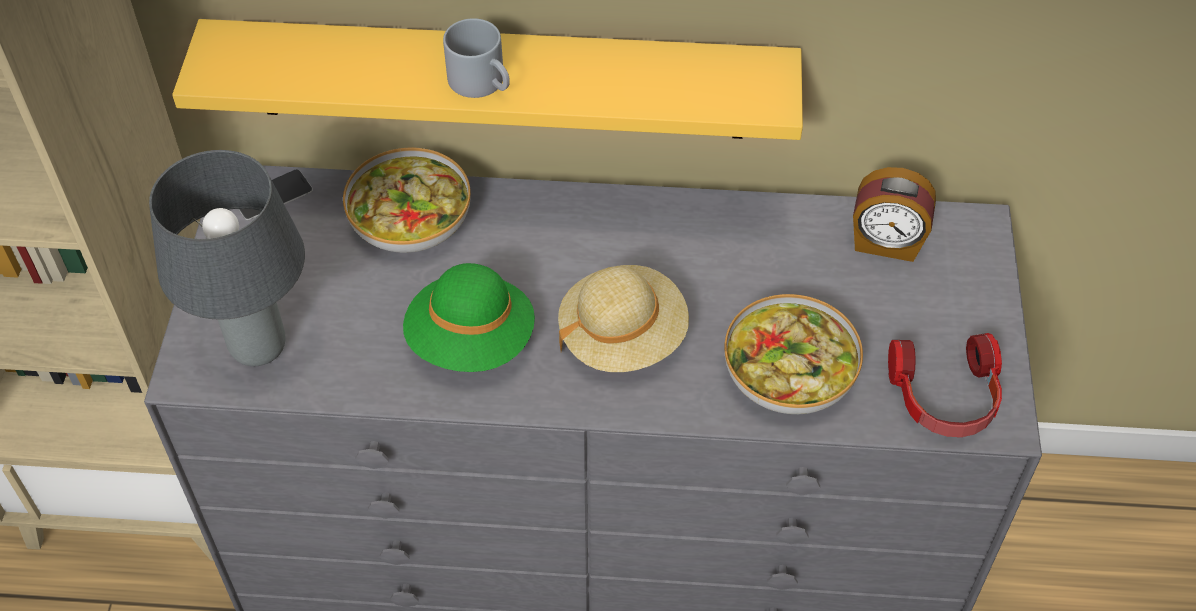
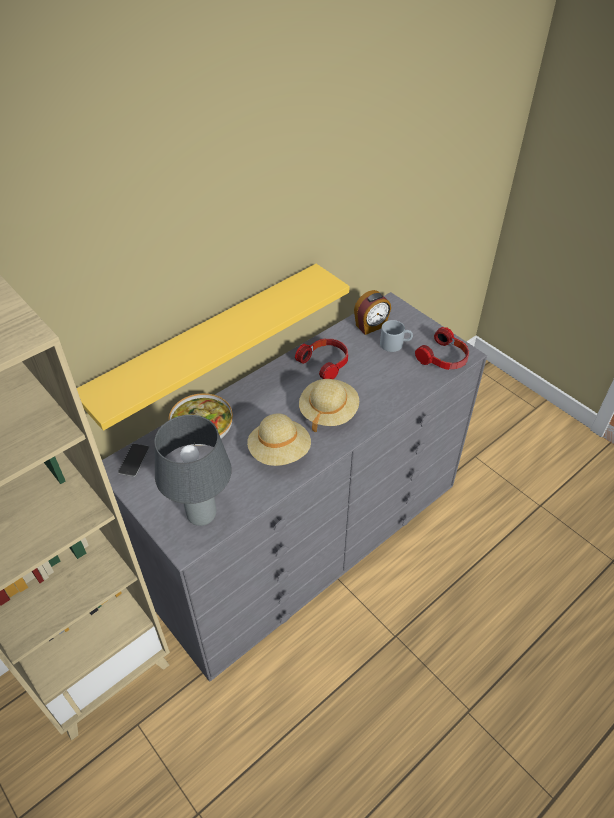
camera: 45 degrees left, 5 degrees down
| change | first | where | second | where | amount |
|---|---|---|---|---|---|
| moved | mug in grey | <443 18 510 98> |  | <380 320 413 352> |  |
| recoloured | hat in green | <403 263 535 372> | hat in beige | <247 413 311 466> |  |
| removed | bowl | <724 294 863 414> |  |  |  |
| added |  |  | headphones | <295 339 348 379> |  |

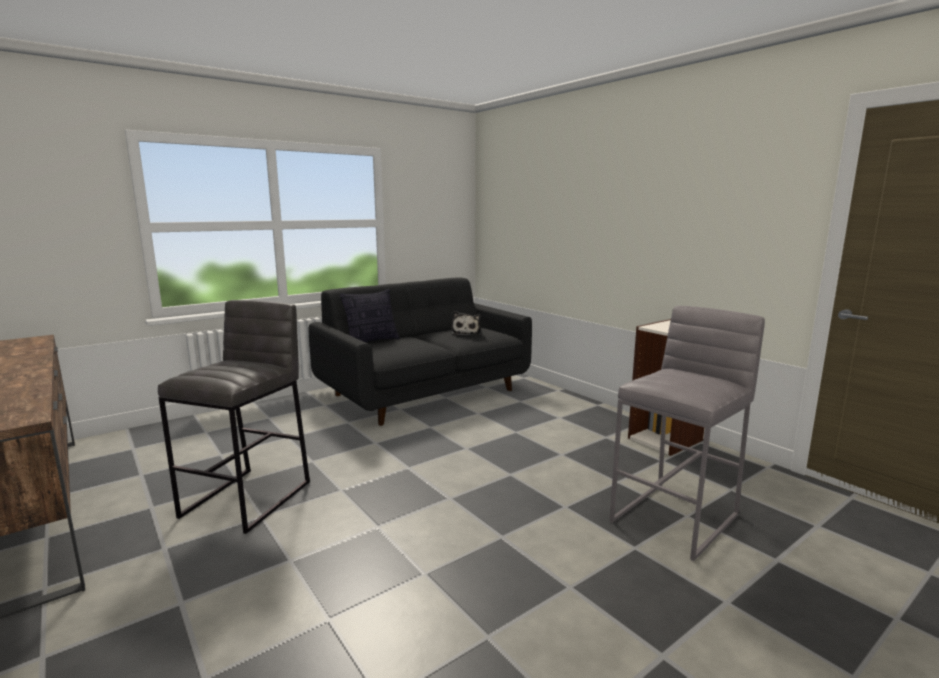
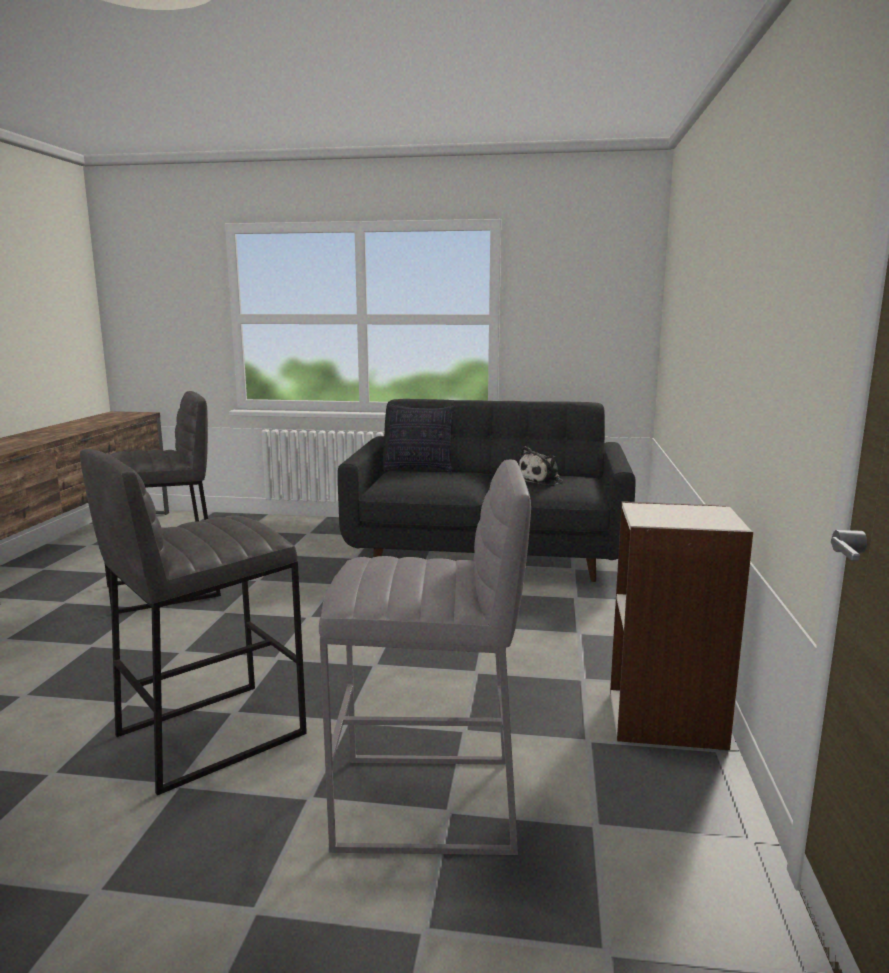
camera: 45 degrees right, 0 degrees up
| change | first | where | second | where | amount |
|---|---|---|---|---|---|
| added |  |  | stool in grey | <80 449 307 795> |  |

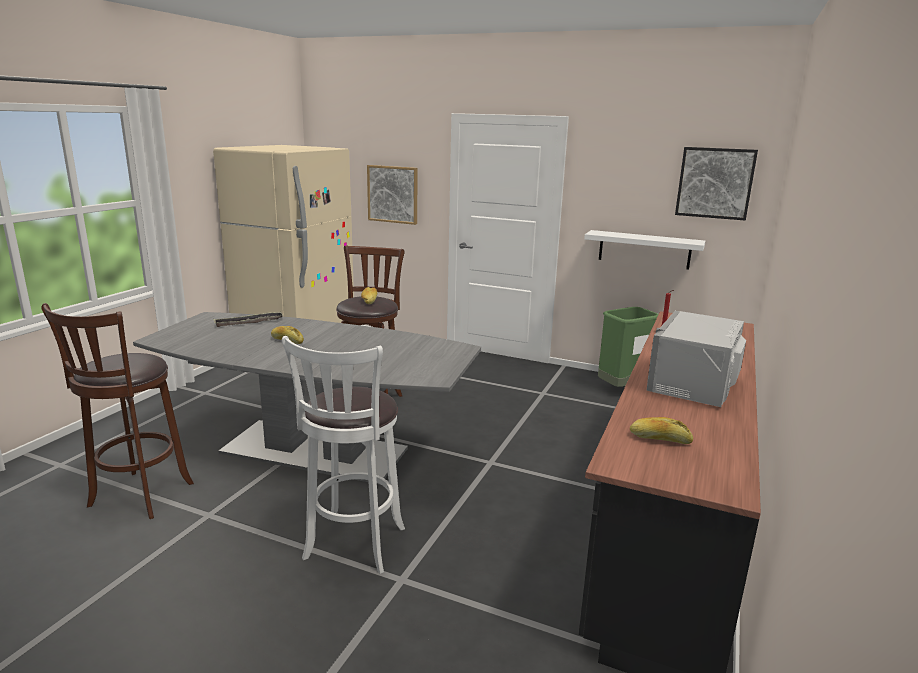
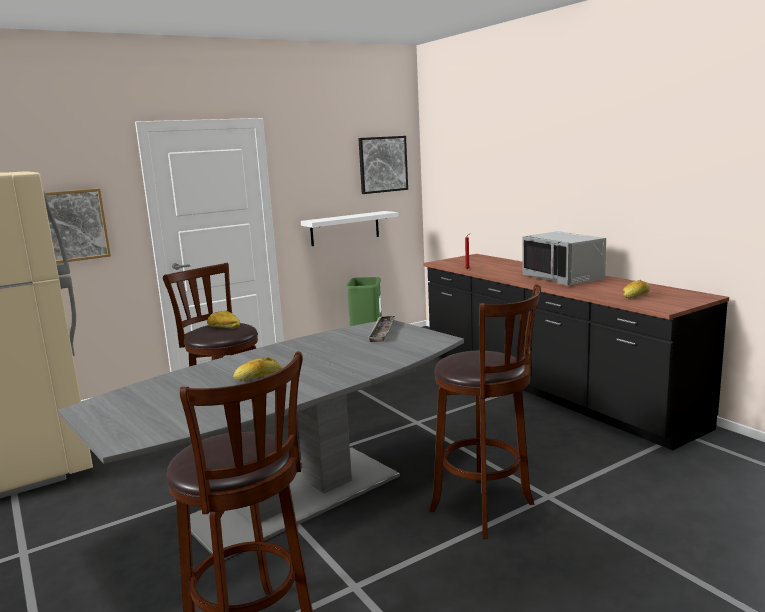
camera: 55 degrees left, 5 degrees down
| change | first | where | second | where | amount |
|---|---|---|---|---|---|
| moved | tray | <213 312 283 327> |  | <368 315 396 342> |  |
| recoloured | stool in white | <282 336 405 574> | stool in brown | <429 284 541 539> |  |

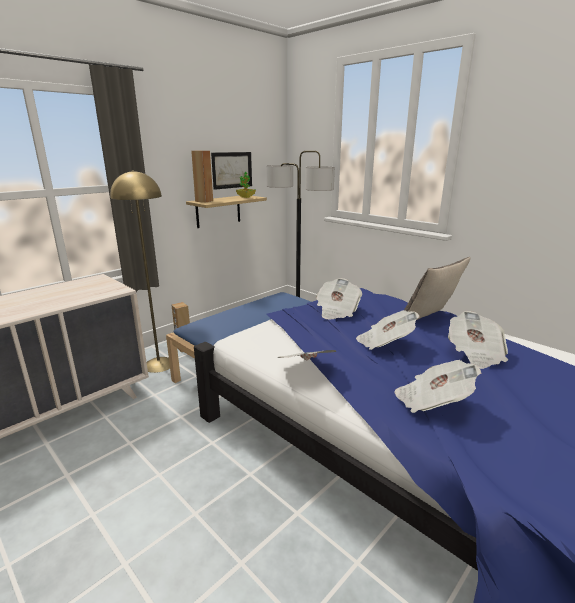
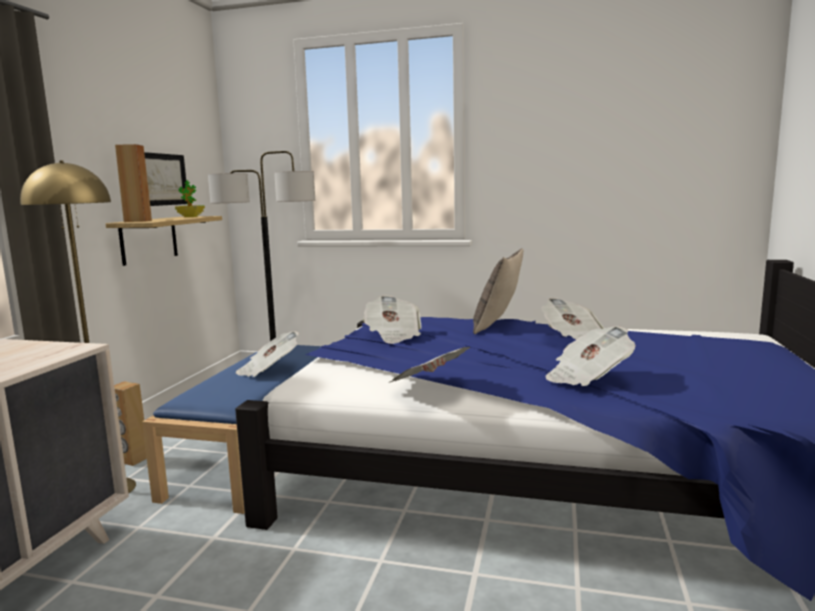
camera: 30 degrees left, 10 degrees down
| change | first | where | second | where | amount |
|---|---|---|---|---|---|
| moved | newspaper | <356 310 420 350> |  | <236 331 299 377> |  |

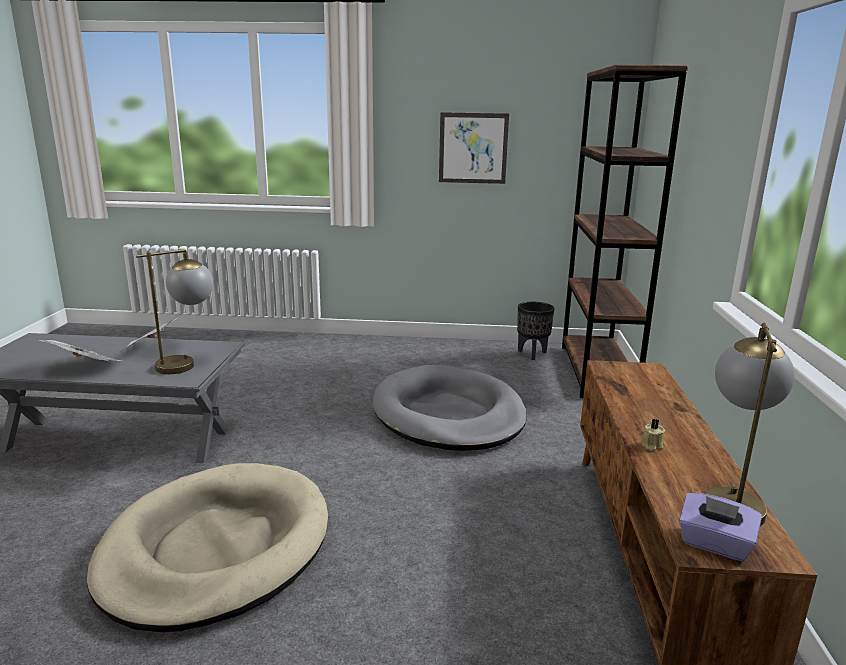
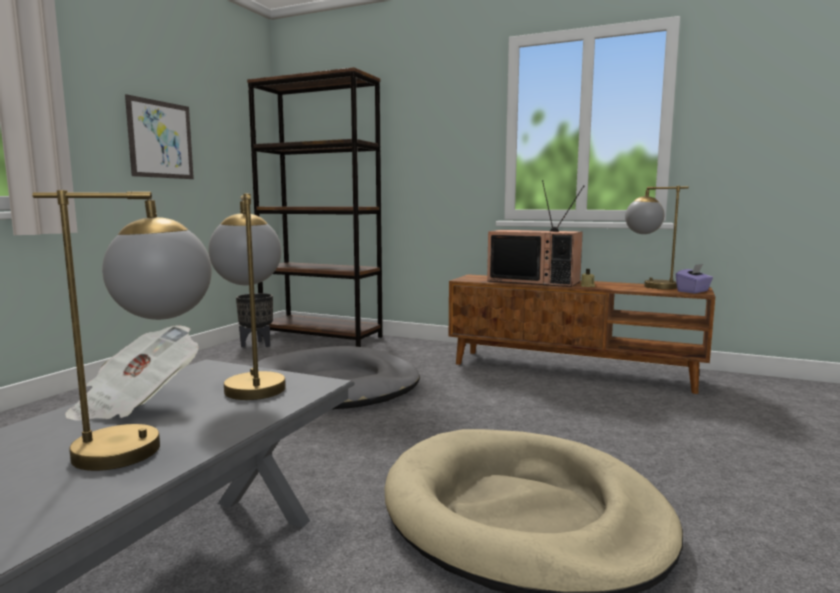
camera: 70 degrees left, 10 degrees down
| change | first | where | second | where | amount |
|---|---|---|---|---|---|
| replaced | newspaper | <39 340 122 361> | table lamp | <32 190 212 471> |  |
| added |  |  | television | <487 180 584 287> |  |

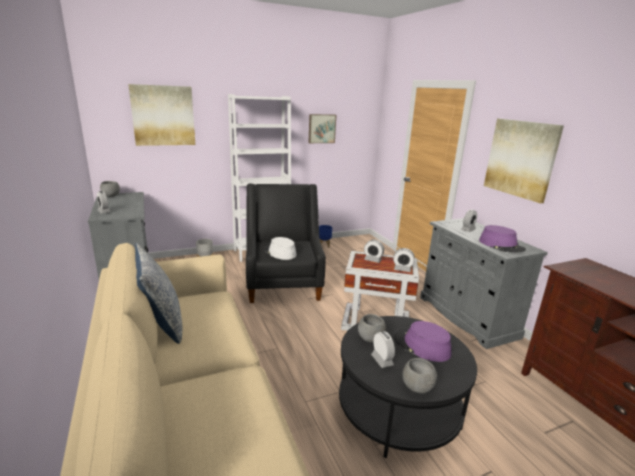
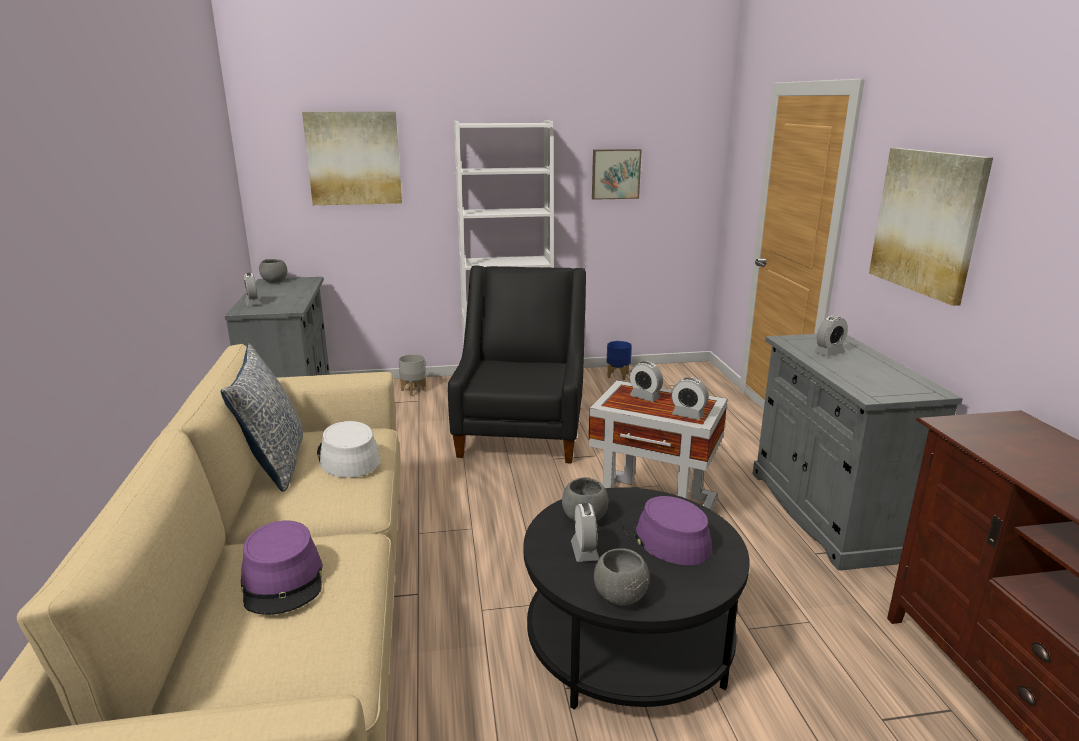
camera: 15 degrees right, 0 degrees up
| change | first | where | second | where | amount |
|---|---|---|---|---|---|
| moved | hat in purple | <479 225 526 252> |  | <240 521 323 615> |  |
| moved | hat in white | <264 237 296 260> |  | <317 421 381 478> |  |

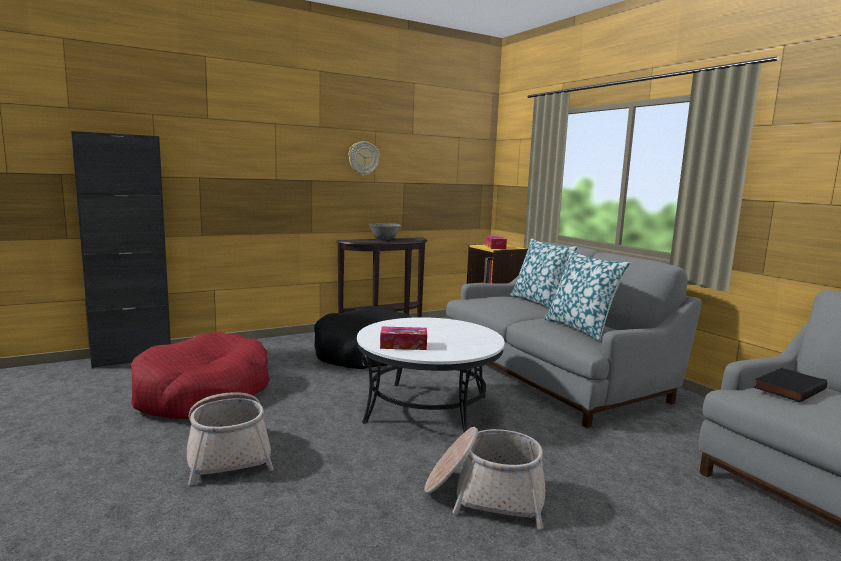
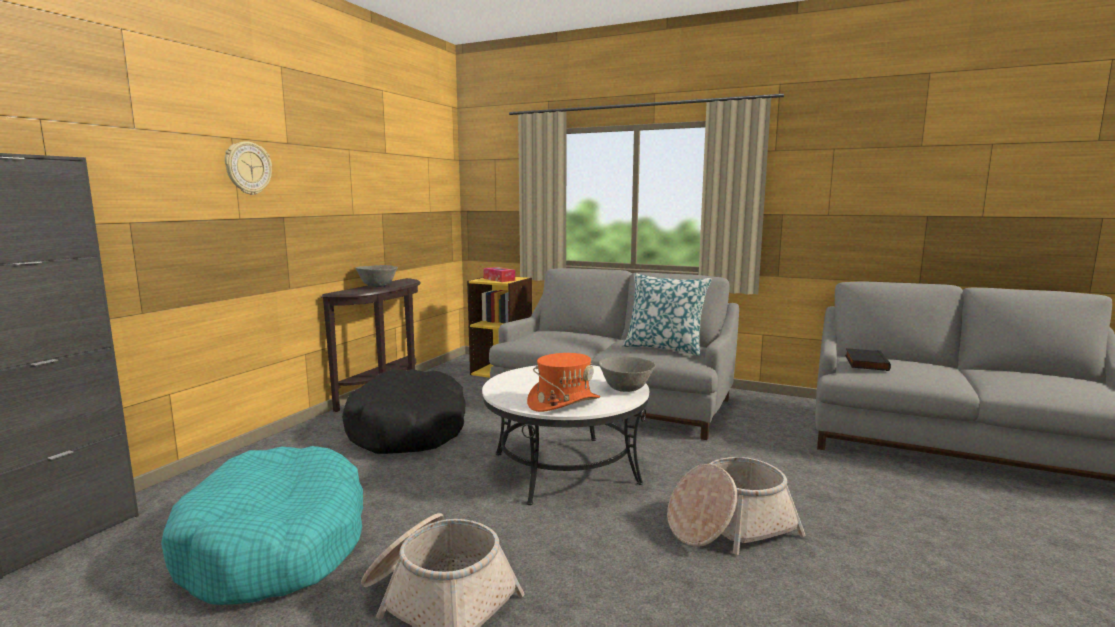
camera: 35 degrees left, 0 degrees up
| change | first | where | second | where | amount |
|---|---|---|---|---|---|
| moved | wall clock | <348 141 380 176> |  | <225 141 272 195> |  |
| removed | pillow | <510 238 578 308> |  |  |  |
| replaced | tissue box | <380 327 427 350> | hat in orange | <527 353 600 412> |  |
| recoloured | dog bed in red | <131 332 270 419> | dog bed in turquoise | <161 446 363 605> |  |
| added |  |  | bowl in grey | <599 356 655 392> |  |

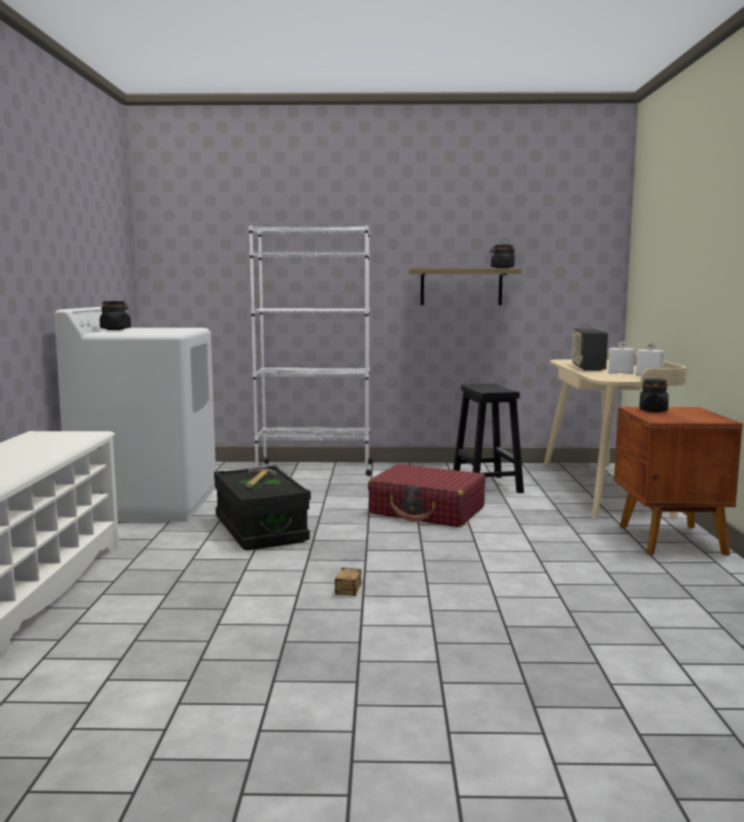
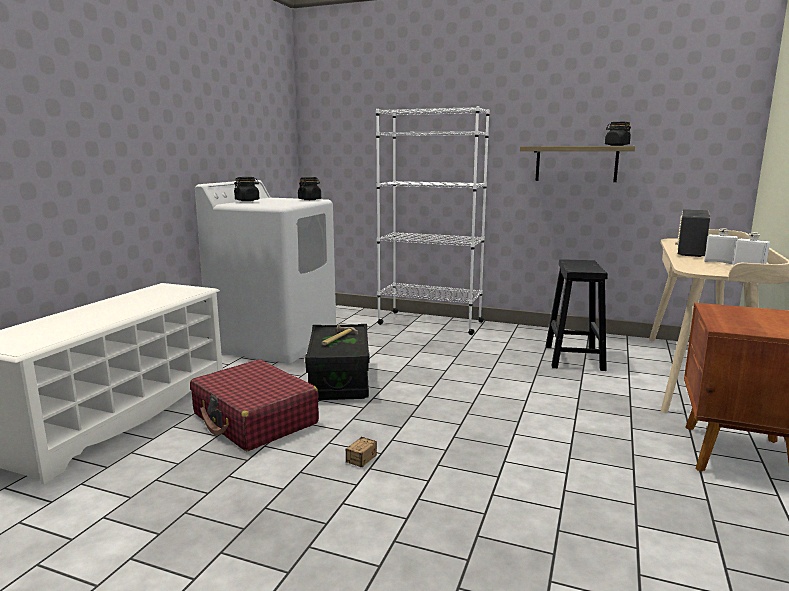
camera: 20 degrees right, 5 degrees up
| change | first | where | second | where | amount |
|---|---|---|---|---|---|
| moved | jar in black | <639 379 669 412> |  | <298 177 321 200> |  |
| moved | suitcase in red | <368 464 485 527> |  | <190 359 319 451> |  |

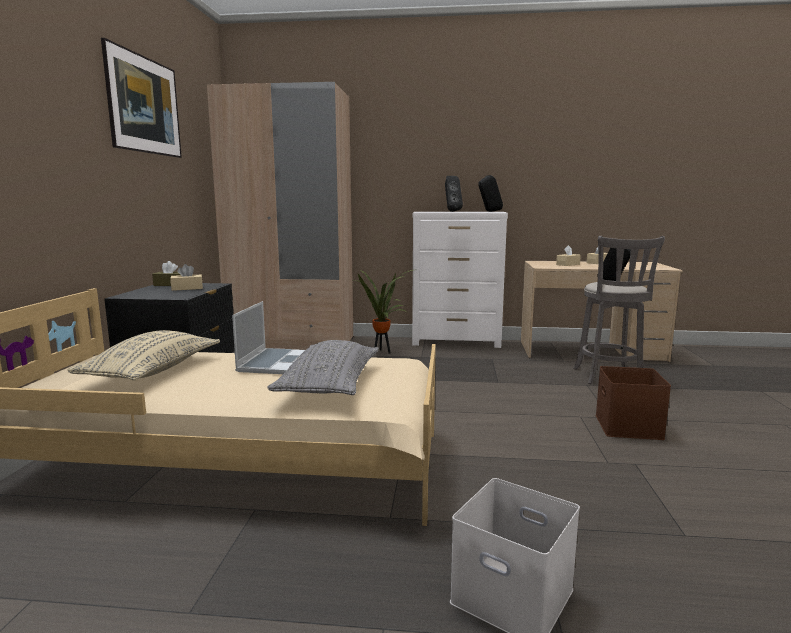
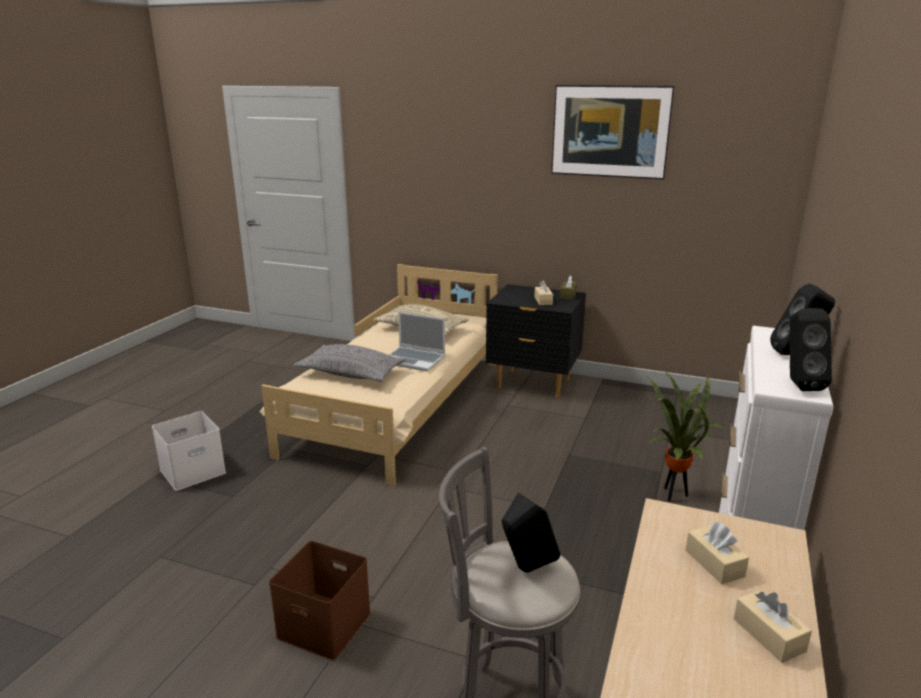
camera: 105 degrees right, 10 degrees up
| change | first | where | second | where | amount |
|---|---|---|---|---|---|
| removed | wardrobe in beige | <207 82 353 350> |  |  |  |

